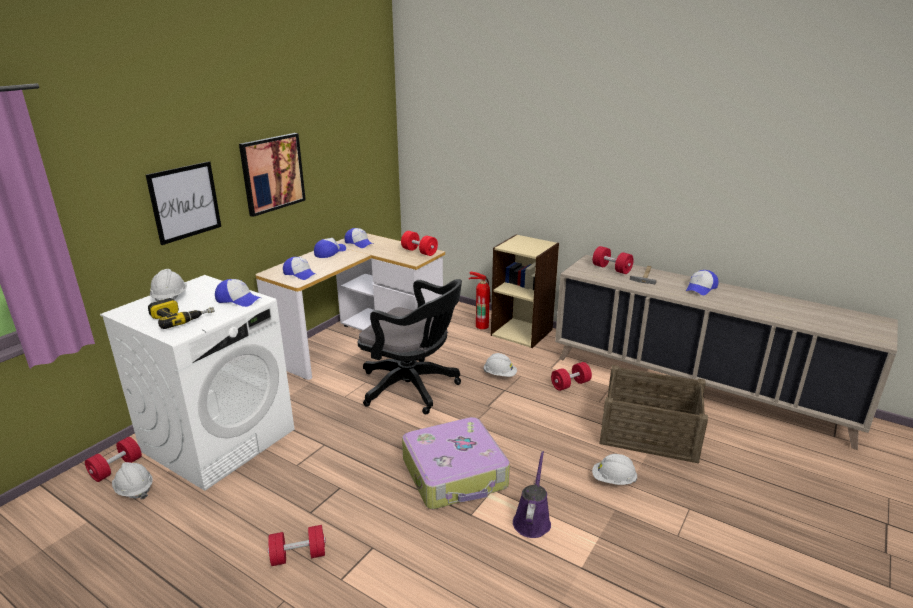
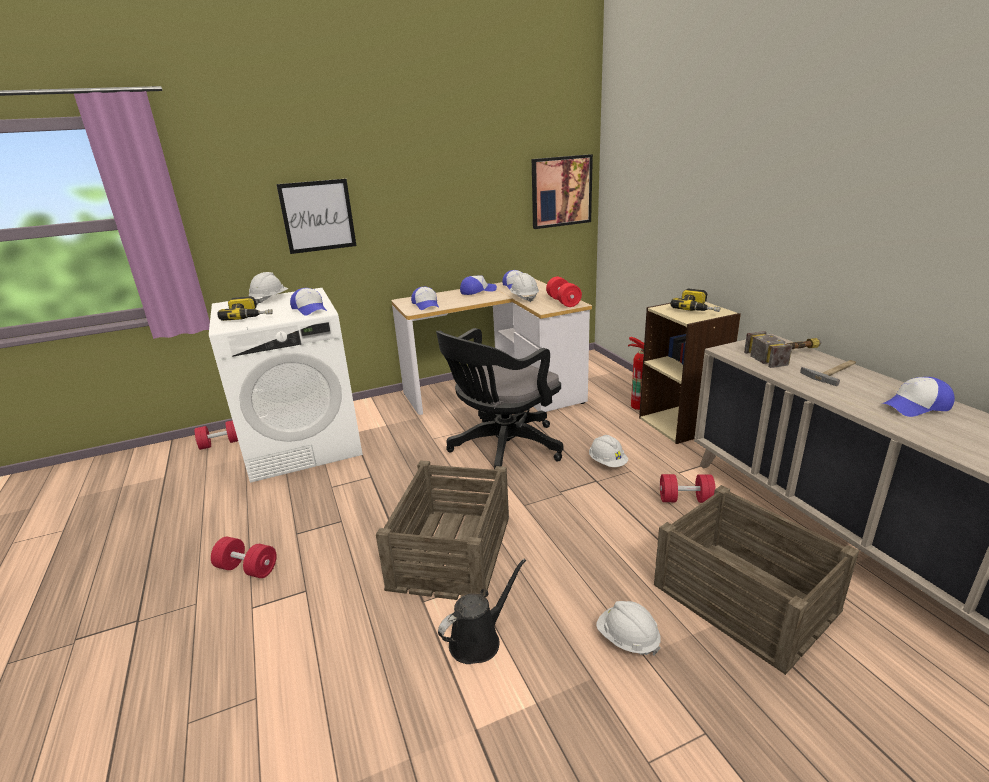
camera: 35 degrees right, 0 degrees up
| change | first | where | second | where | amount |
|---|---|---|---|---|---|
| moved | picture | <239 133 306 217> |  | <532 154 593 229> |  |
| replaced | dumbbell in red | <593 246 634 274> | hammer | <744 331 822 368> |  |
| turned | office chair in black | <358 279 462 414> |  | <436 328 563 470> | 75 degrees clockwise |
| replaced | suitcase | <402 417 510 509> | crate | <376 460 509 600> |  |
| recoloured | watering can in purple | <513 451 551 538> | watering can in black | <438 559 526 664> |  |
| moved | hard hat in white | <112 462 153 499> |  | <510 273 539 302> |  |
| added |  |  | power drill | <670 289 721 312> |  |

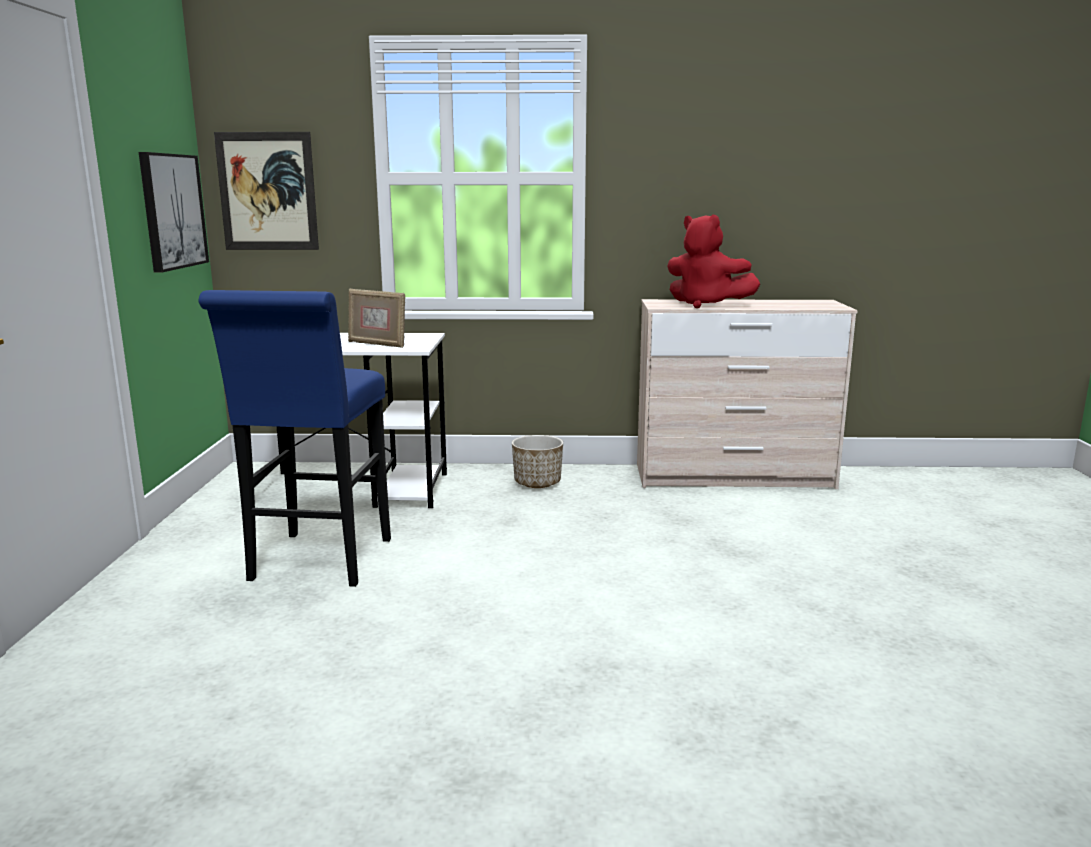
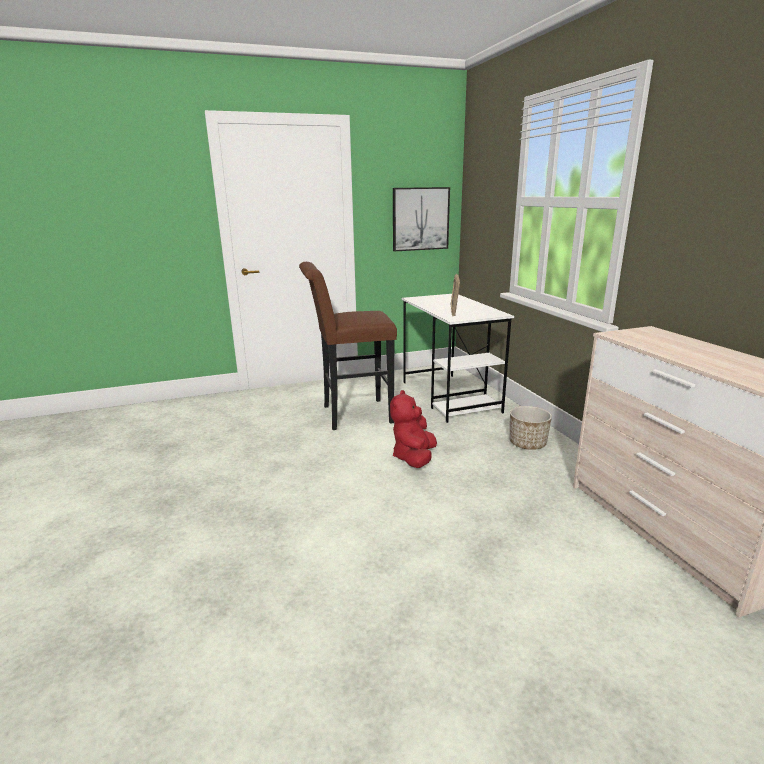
camera: 70 degrees right, 5 degrees up
| change | first | where | second | where | amount |
|---|---|---|---|---|---|
| removed | picture | <214 132 319 250> |  |  |  |
| moved | plush toy in red | <667 214 760 308> |  | <390 390 437 468> |  |
| recoloured | stool in blue | <199 290 391 587> | stool in brown | <299 262 397 430> |  |

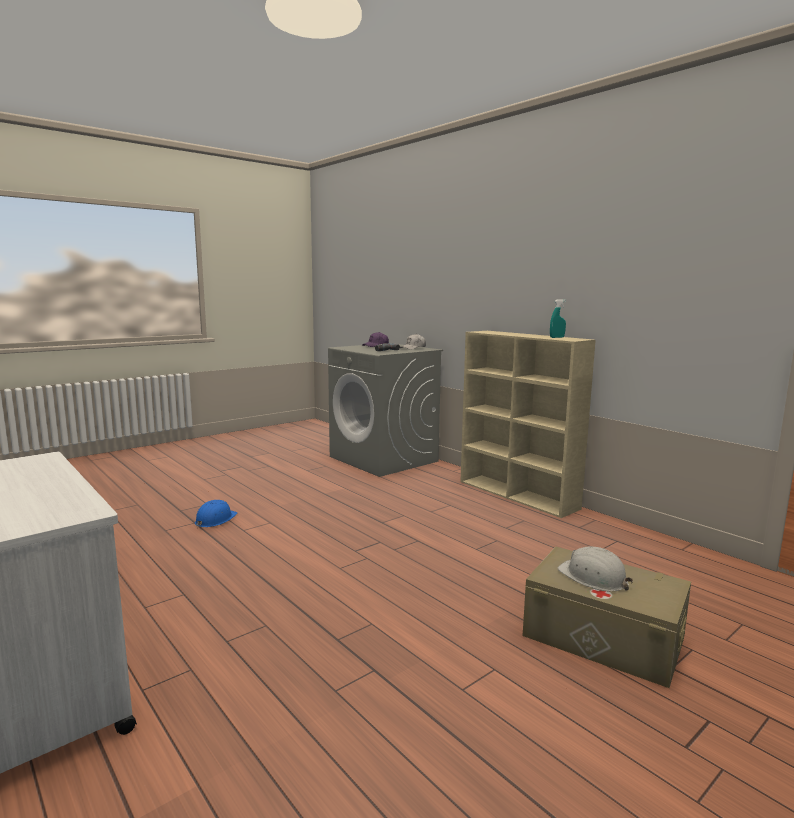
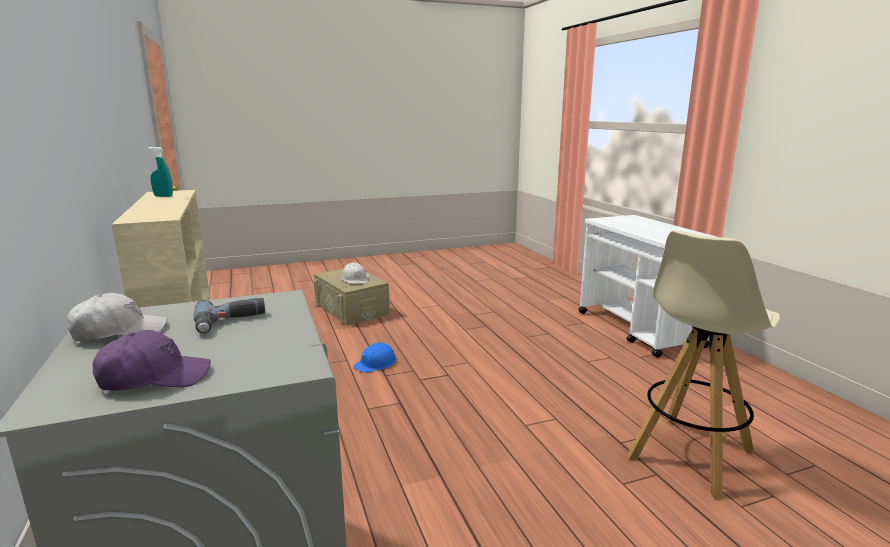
camera: 160 degrees left, 5 degrees up
| change | first | where | second | where | amount |
|---|---|---|---|---|---|
| moved | hard hat in blue | <195 500 237 527> |  | <354 342 396 372> |  |
| added |  |  | stool in beige | <627 230 780 500> |  |

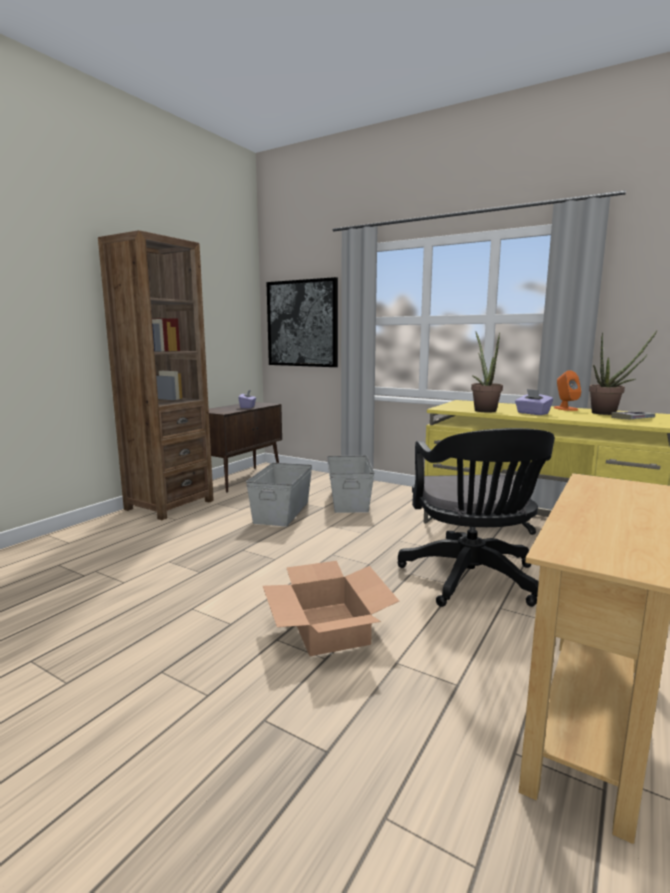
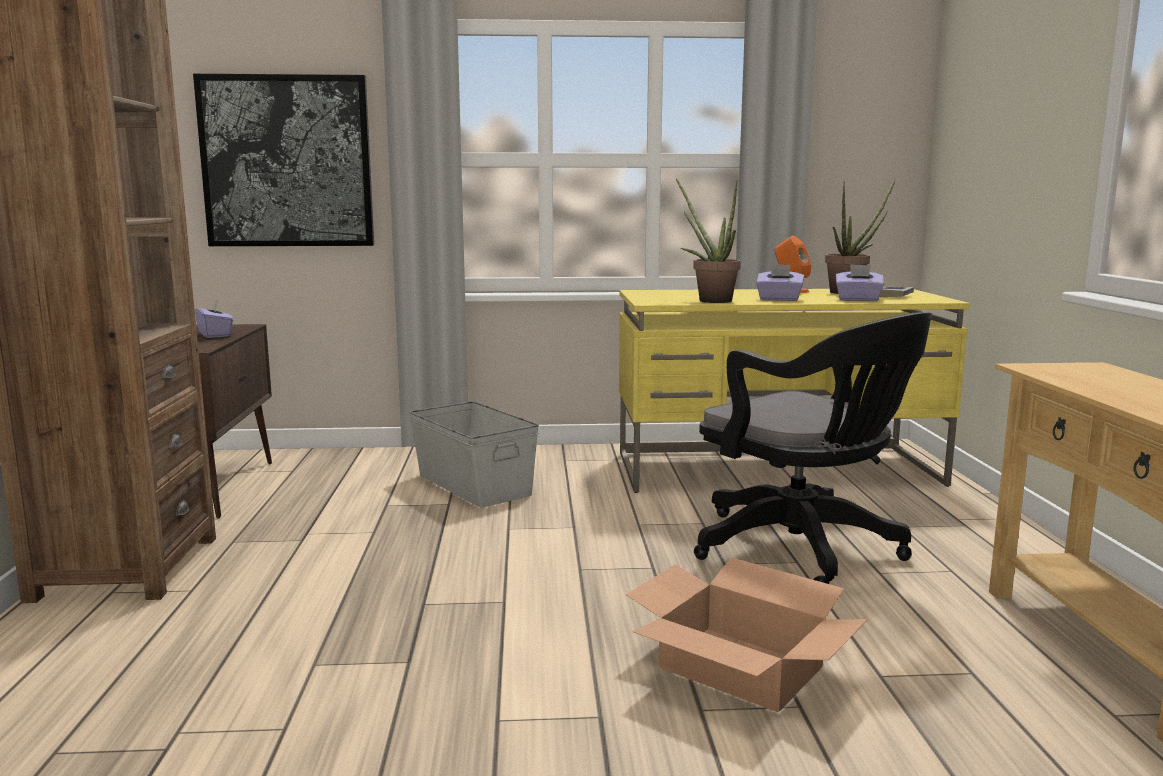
camera: 35 degrees left, 0 degrees up
| change | first | where | second | where | amount |
|---|---|---|---|---|---|
| removed | storage box in grey | <246 463 312 527> |  |  |  |
| added |  |  | tissue box in purple | <836 264 884 301> |  |

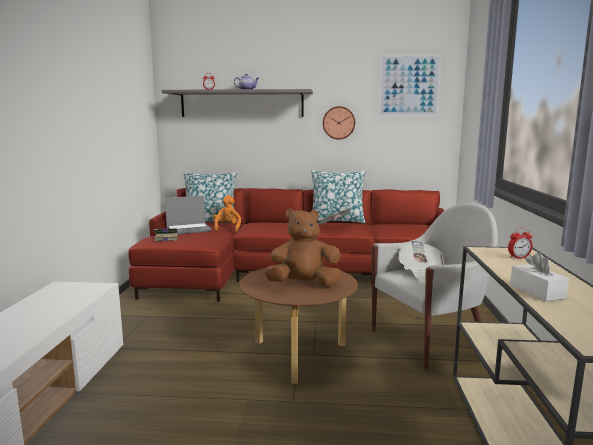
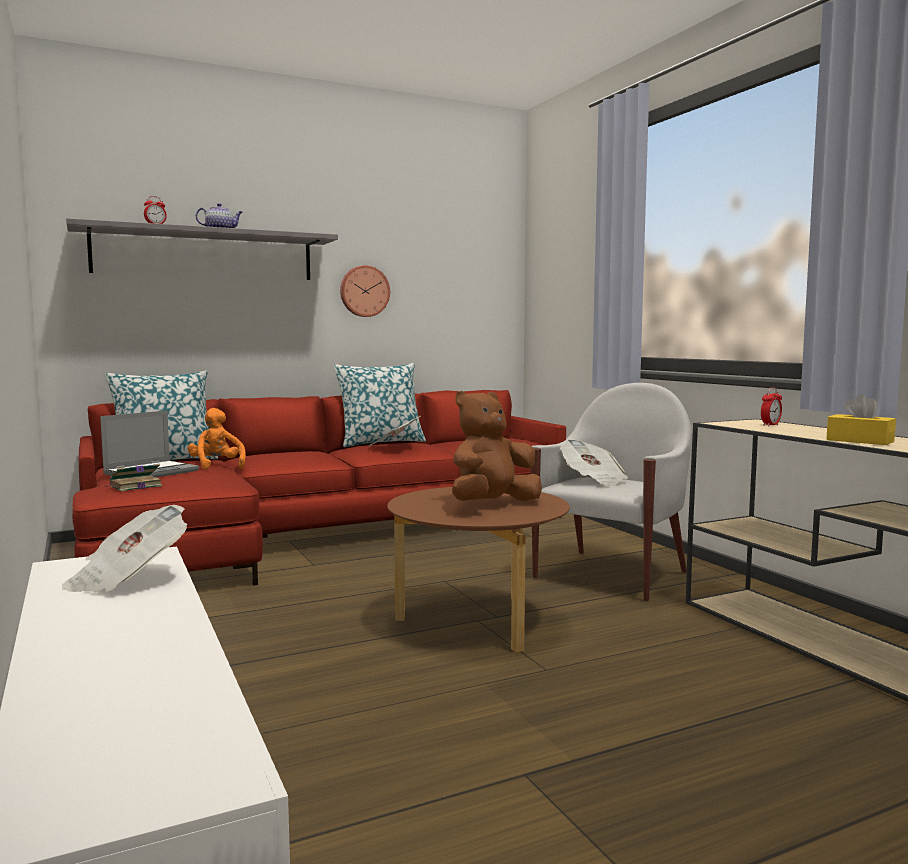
camera: 30 degrees left, 5 degrees down
| change | first | where | second | where | amount |
|---|---|---|---|---|---|
| removed | picture | <378 54 442 116> |  |  |  |
| recoloured | tissue box in white | <510 252 569 301> | tissue box in yellow | <826 394 896 445> |  |
| added |  |  | newspaper | <62 505 187 592> |  |

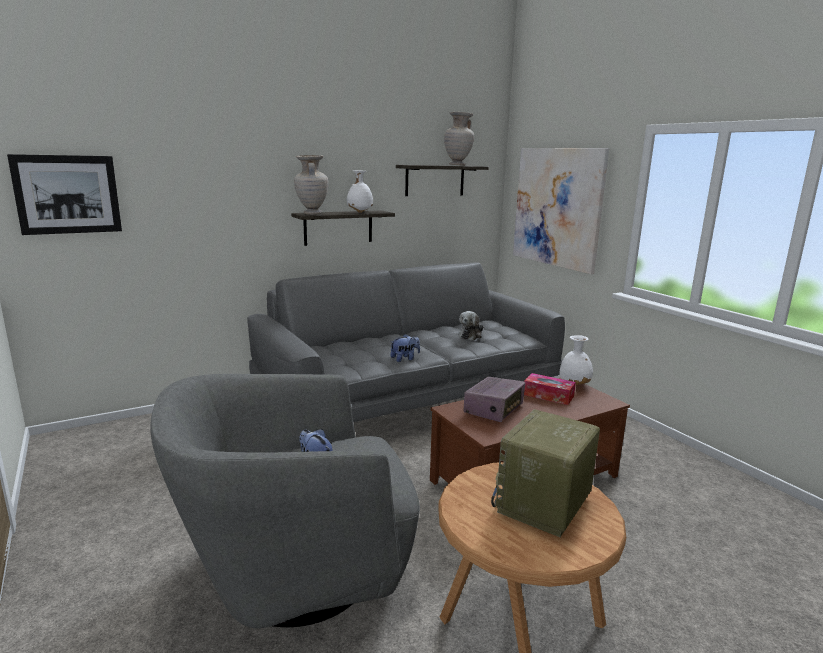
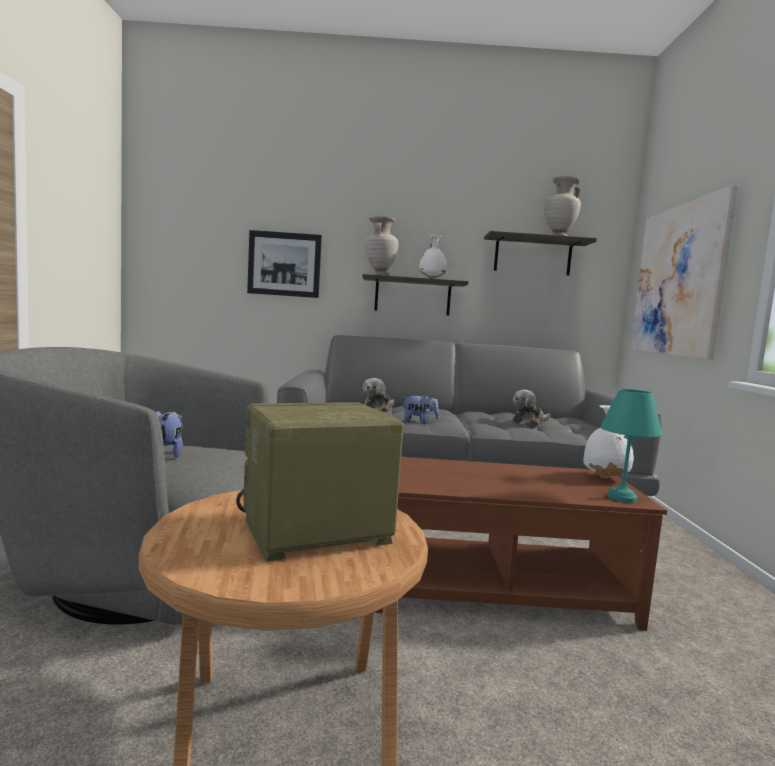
camera: 30 degrees right, 10 degrees down
| change | first | where | second | where | amount |
|---|---|---|---|---|---|
| moved | picture | <7 154 122 235> |  | <247 230 322 298> |  |
| removed | tissue box | <524 373 576 405> |  |  |  |
| removed | radio | <463 377 525 422> |  |  |  |
| added |  |  | plush toy | <362 378 394 412> |  |
| added |  |  | table lamp in turquoise | <600 389 662 503> |  |

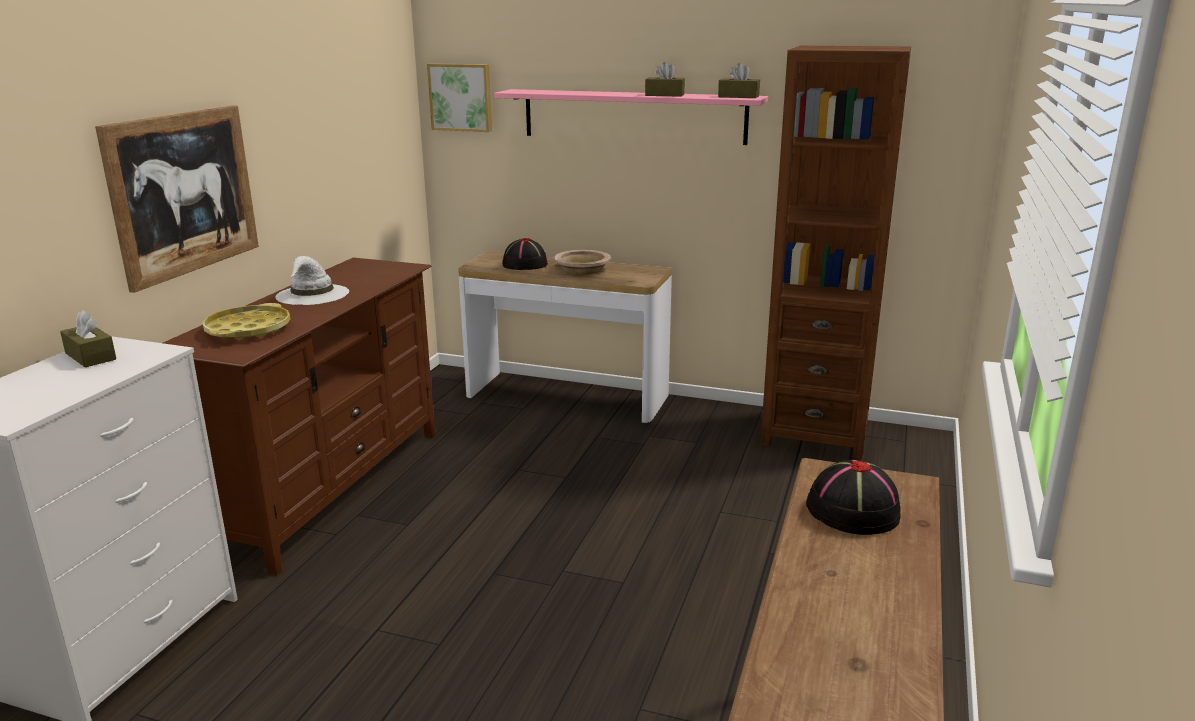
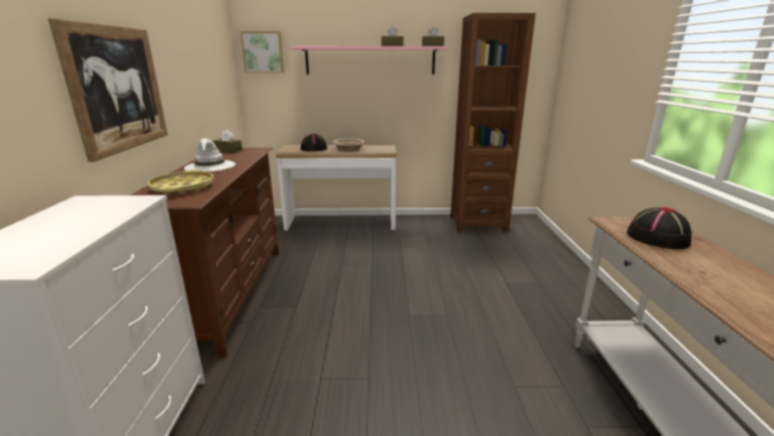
camera: 20 degrees left, 0 degrees up
| change | first | where | second | where | amount |
|---|---|---|---|---|---|
| moved | tissue box in brown | <60 311 116 367> |  | <213 130 242 153> |  |

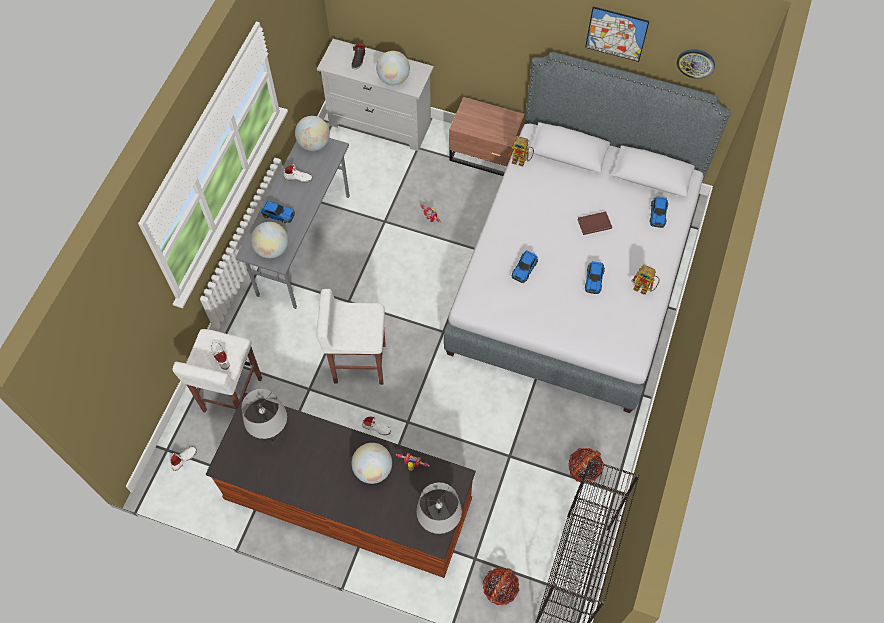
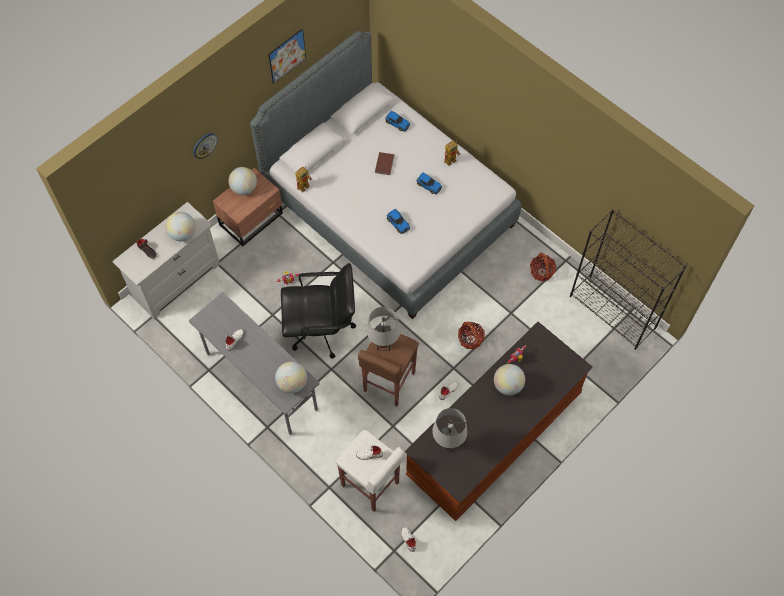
camera: 65 degrees left, 0 degrees up
| change | first | where | second | where | amount |
|---|---|---|---|---|---|
| moved | wall clock | <677 49 715 79> |  | <193 133 218 159> |  |
| moved | globe | <295 116 330 151> |  | <229 167 257 195> |  |
| removed | toy car | <261 200 295 223> |  |  |  |
| recoloured | stool in white | <317 289 386 385> | stool in brown | <358 334 419 407> |  |
| moved | table lamp in grey | <416 482 462 535> |  | <367 307 401 351> |  |
| moved | basket | <483 567 520 605> |  | <458 322 485 349> |  |
| added |  |  | office chair in black | <281 263 356 358> |  |

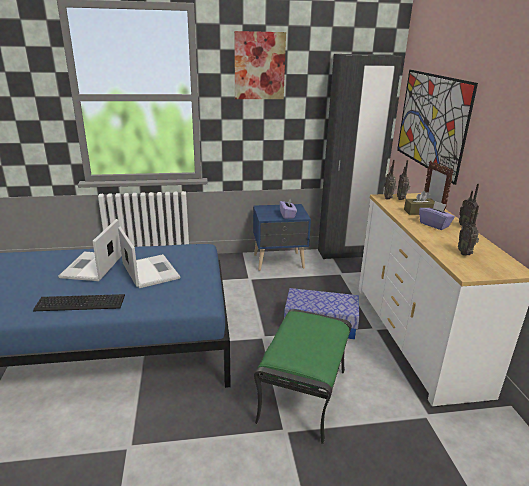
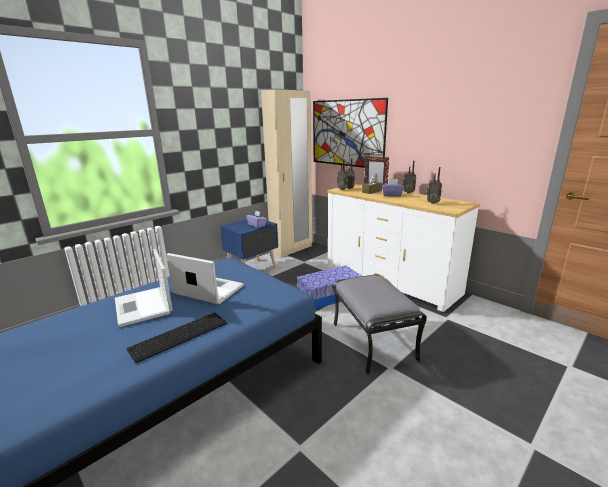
camera: 35 degrees left, 5 degrees down
| change | first | where | second | where | amount |
|---|---|---|---|---|---|
| removed | picture | <234 31 286 99> |  |  |  |
| recoloured | wardrobe in black | <318 54 402 259> | wardrobe in beige | <261 89 312 258> |  |
| recoloured | ottoman in green | <254 309 352 444> | ottoman in grey | <333 274 427 375> |  |

